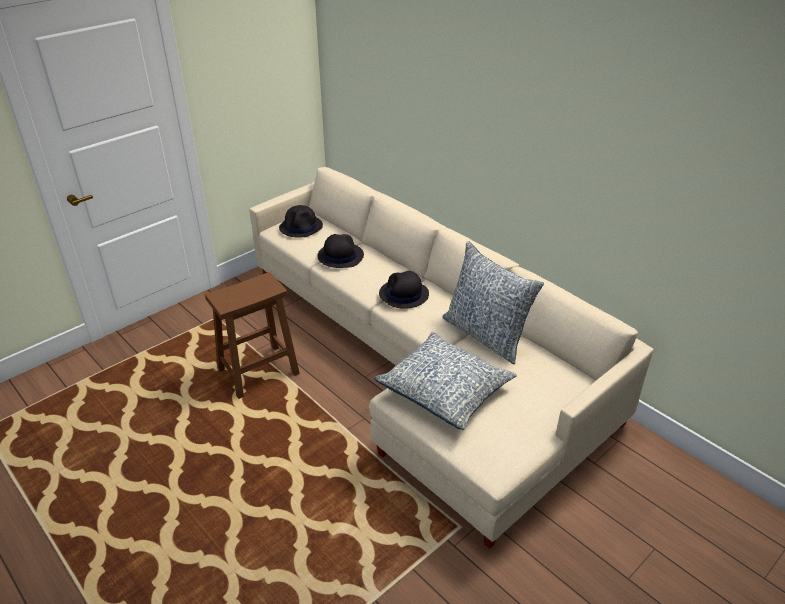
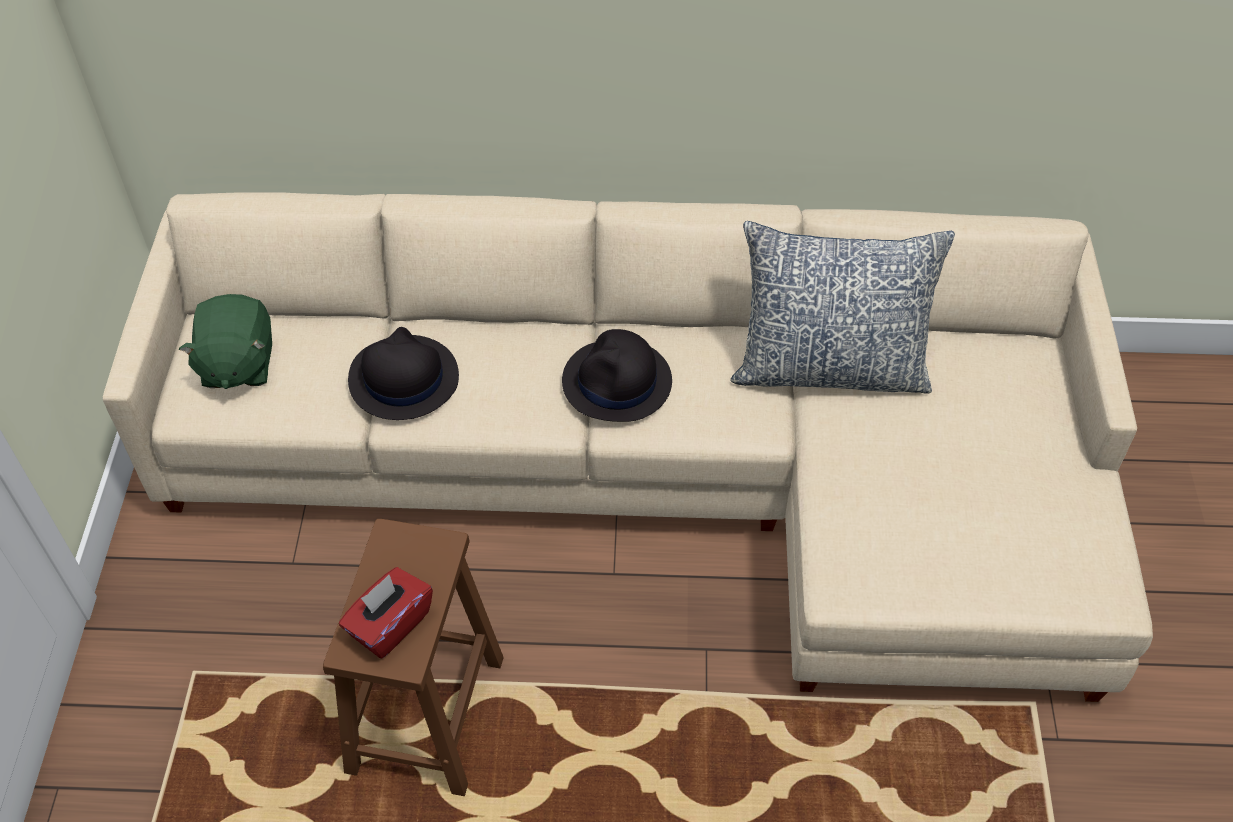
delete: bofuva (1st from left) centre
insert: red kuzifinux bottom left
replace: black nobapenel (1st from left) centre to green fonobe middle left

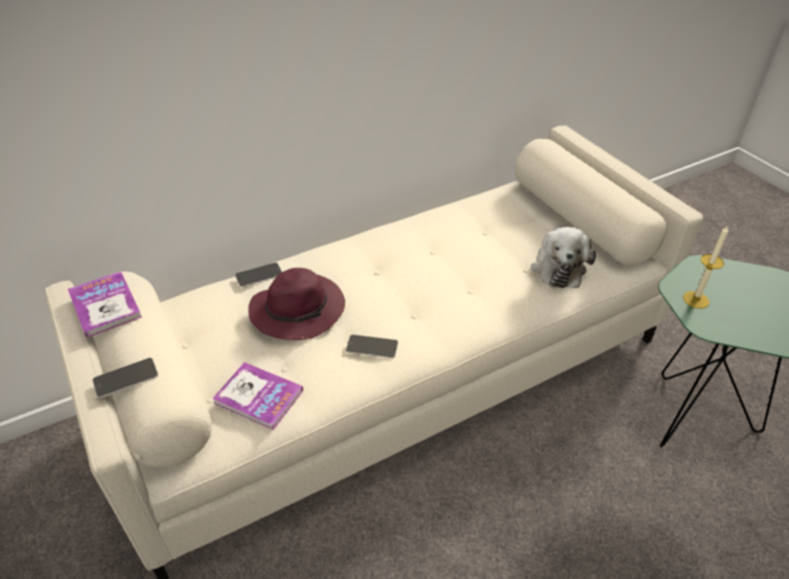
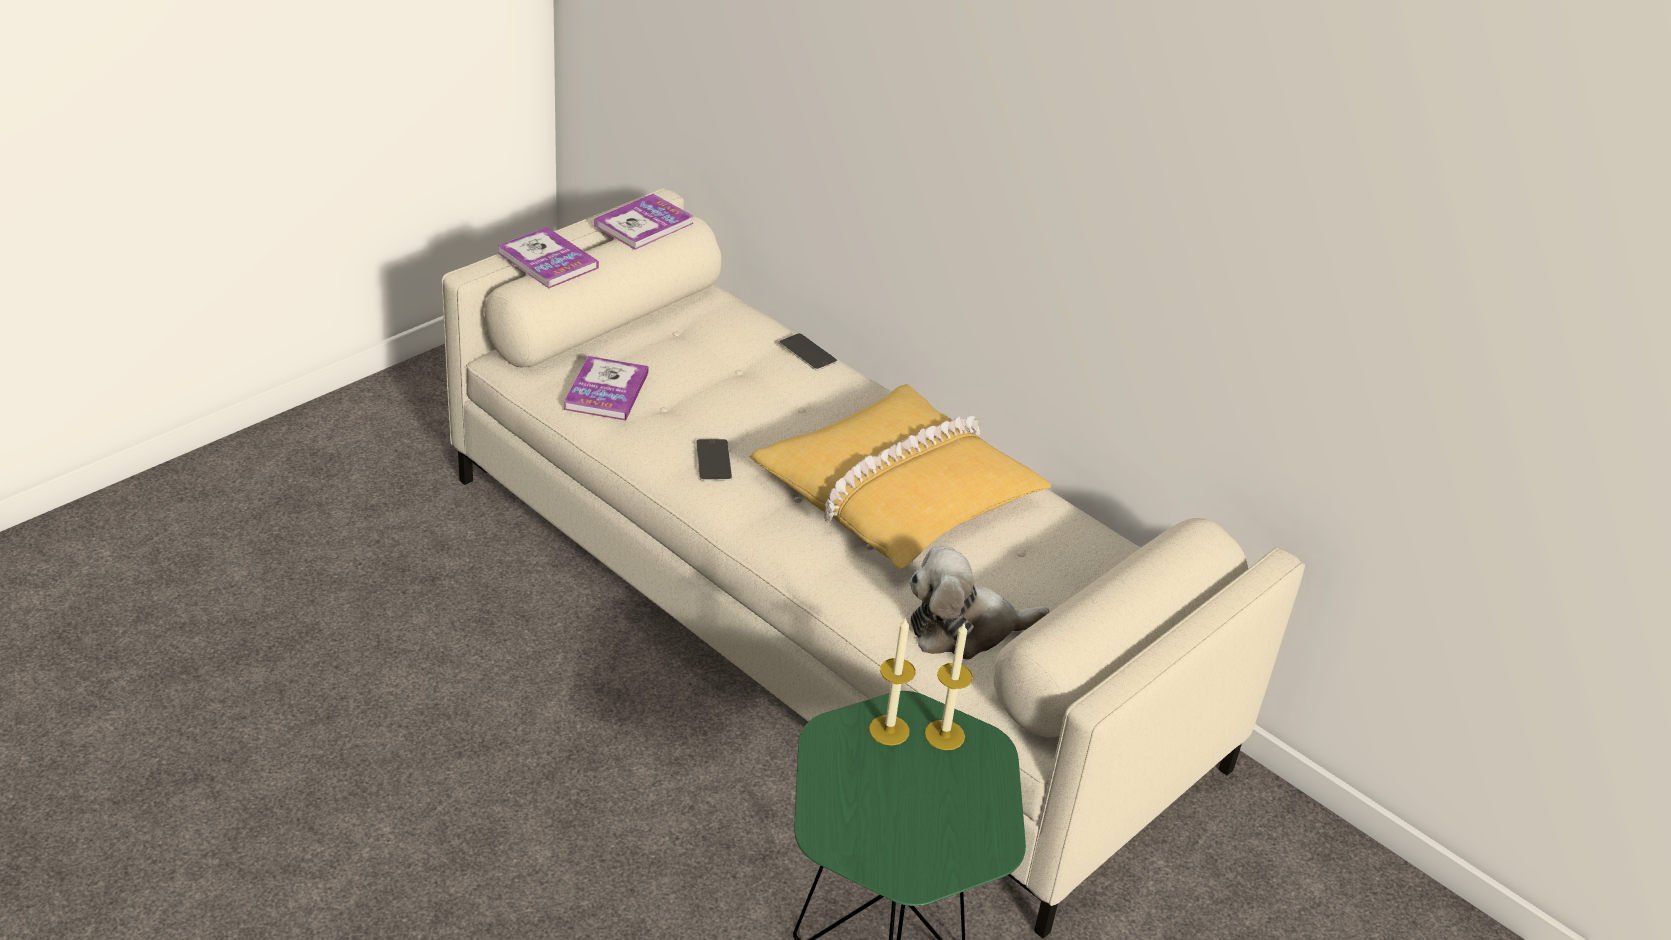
delete: purple nobapenel centre
insert: yellow bofuva centre; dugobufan (2nd from left) bottom centre
replace: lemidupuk (1st from left) middle left to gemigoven (1st from left) top left

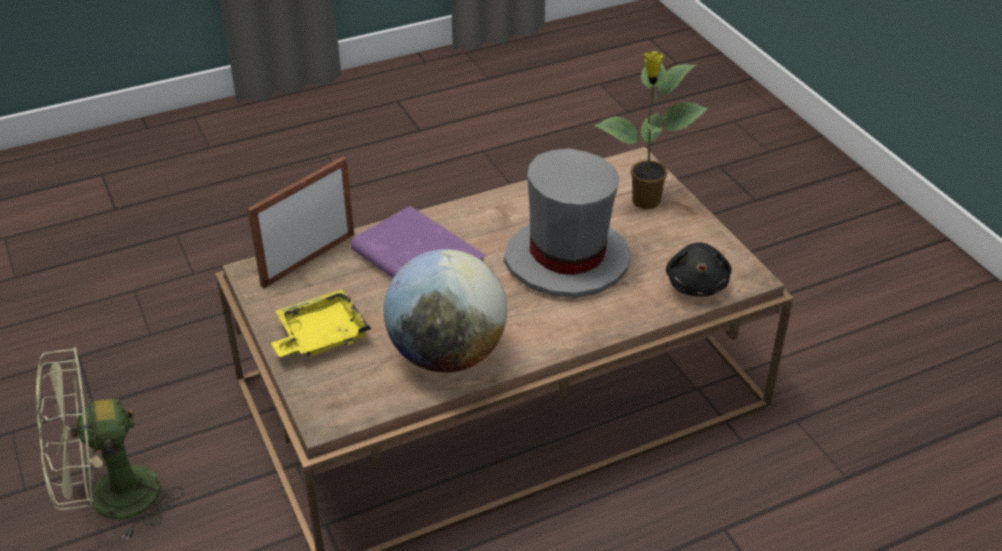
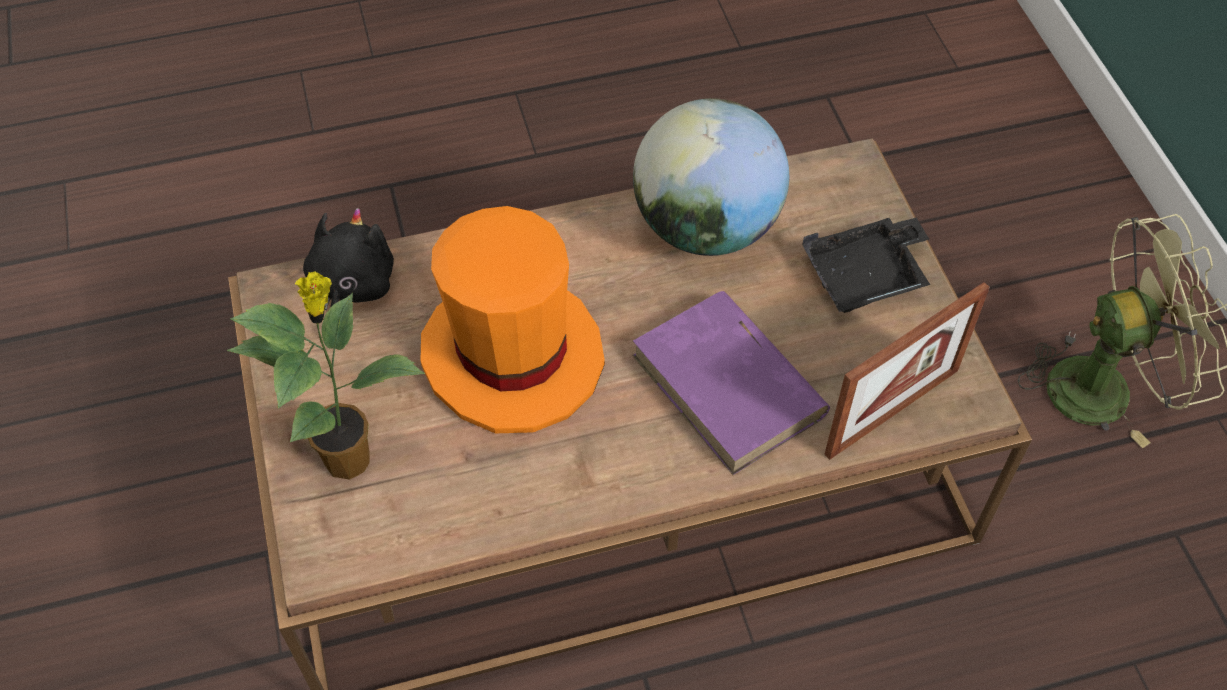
recolor: grey nobapenel centre to orange nobapenel centre; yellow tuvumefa middle left to black tuvumefa middle right

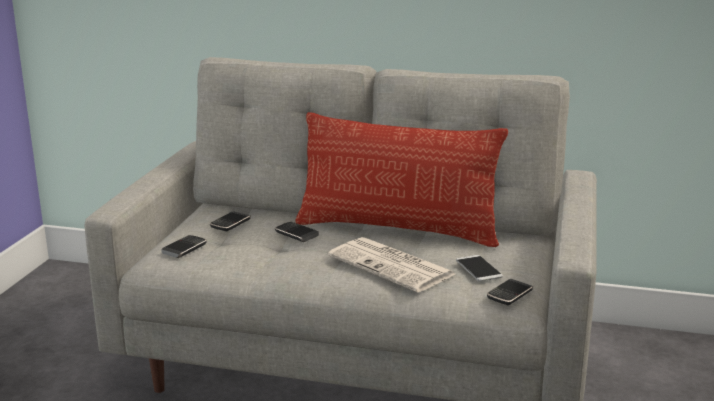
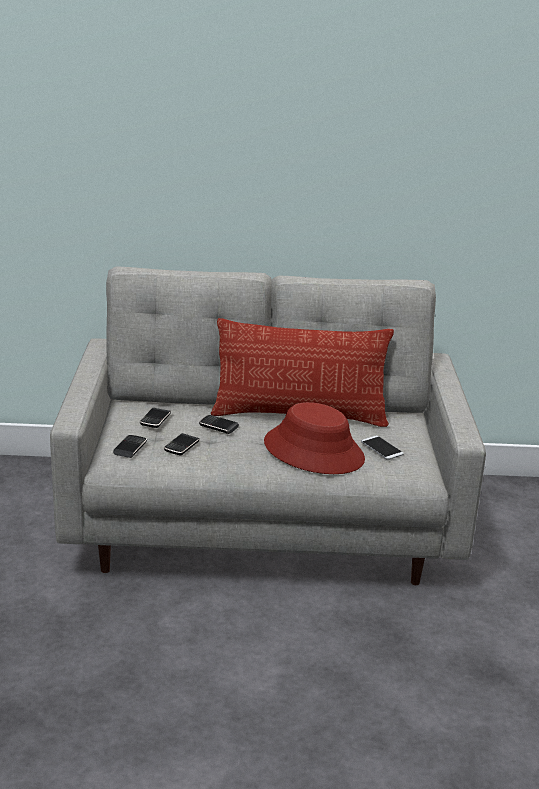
move: lemidupuk (5th from left in the first image) bottom right to lemidupuk (3rd from left) centre
replace: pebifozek centre to red nobapenel centre

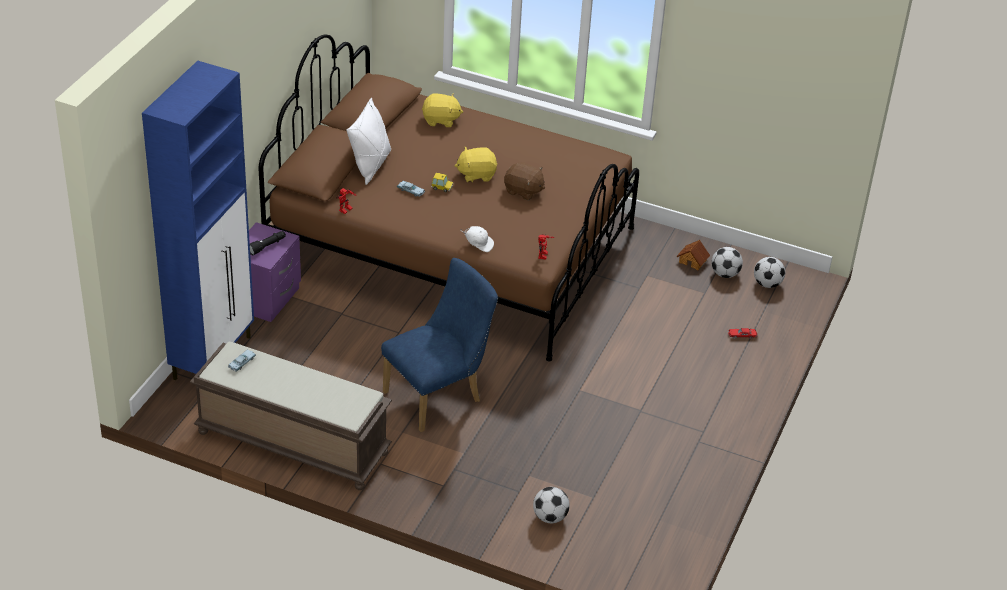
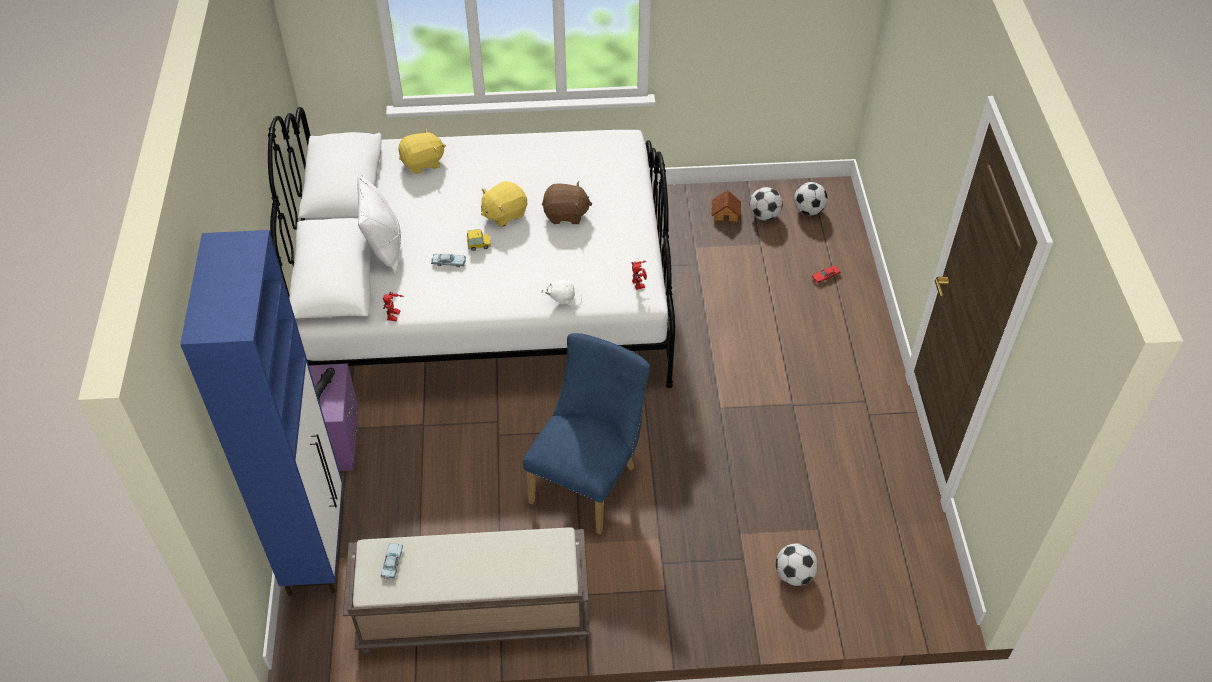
recolor: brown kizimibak centre to white kizimibak centre

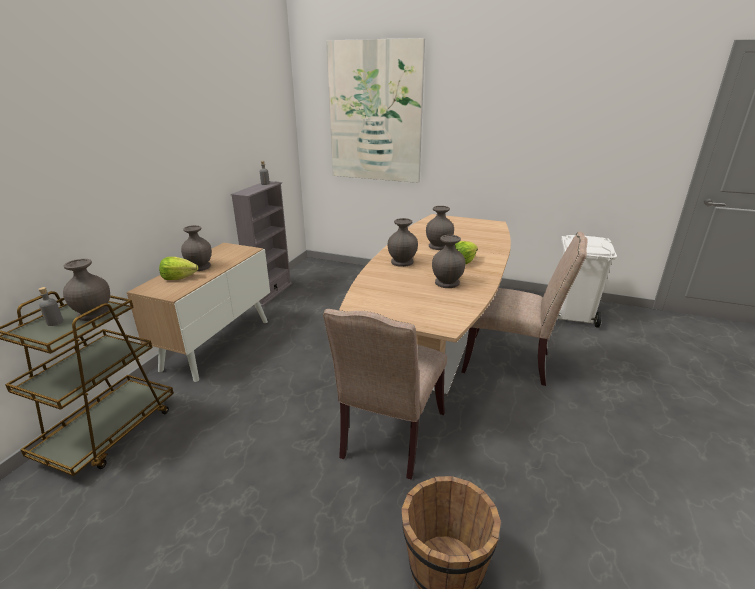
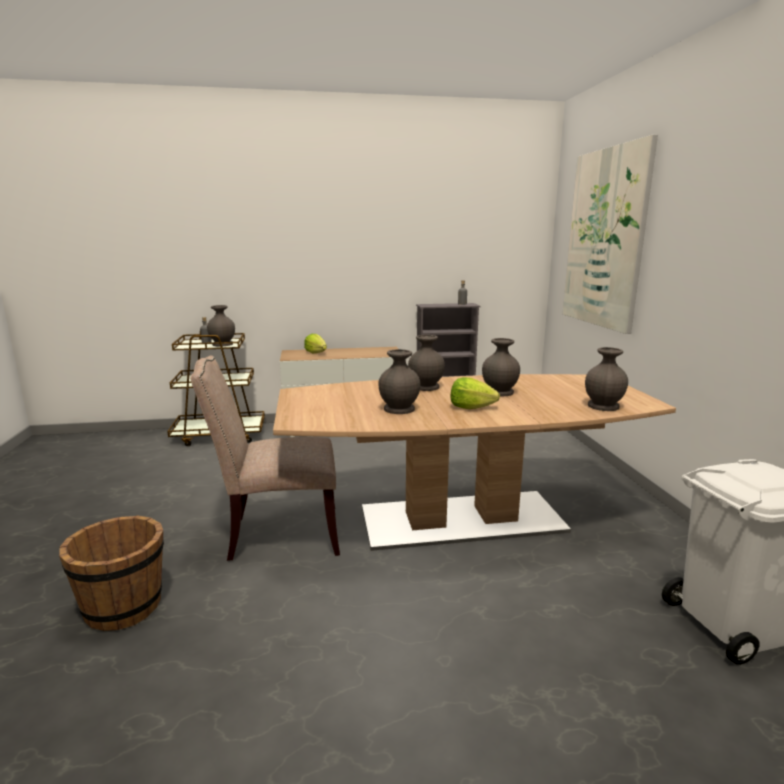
delete: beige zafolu (2nd from left) middle right
move: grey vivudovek (2nd from left in the first image) middle left to grey vivudovek (5th from left) middle right

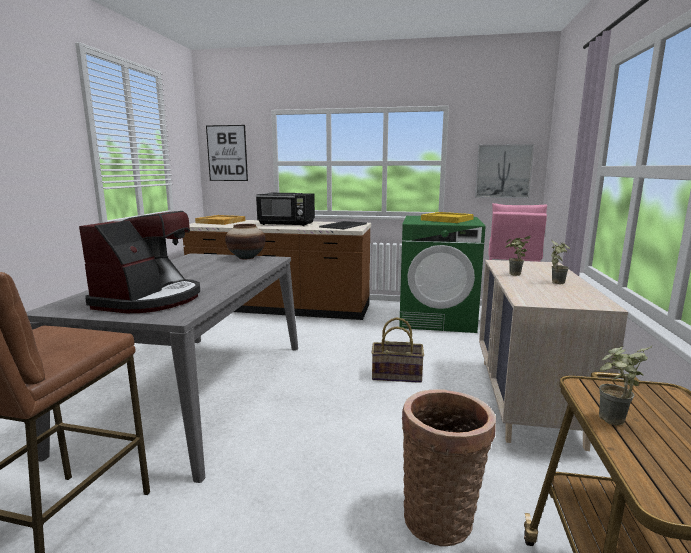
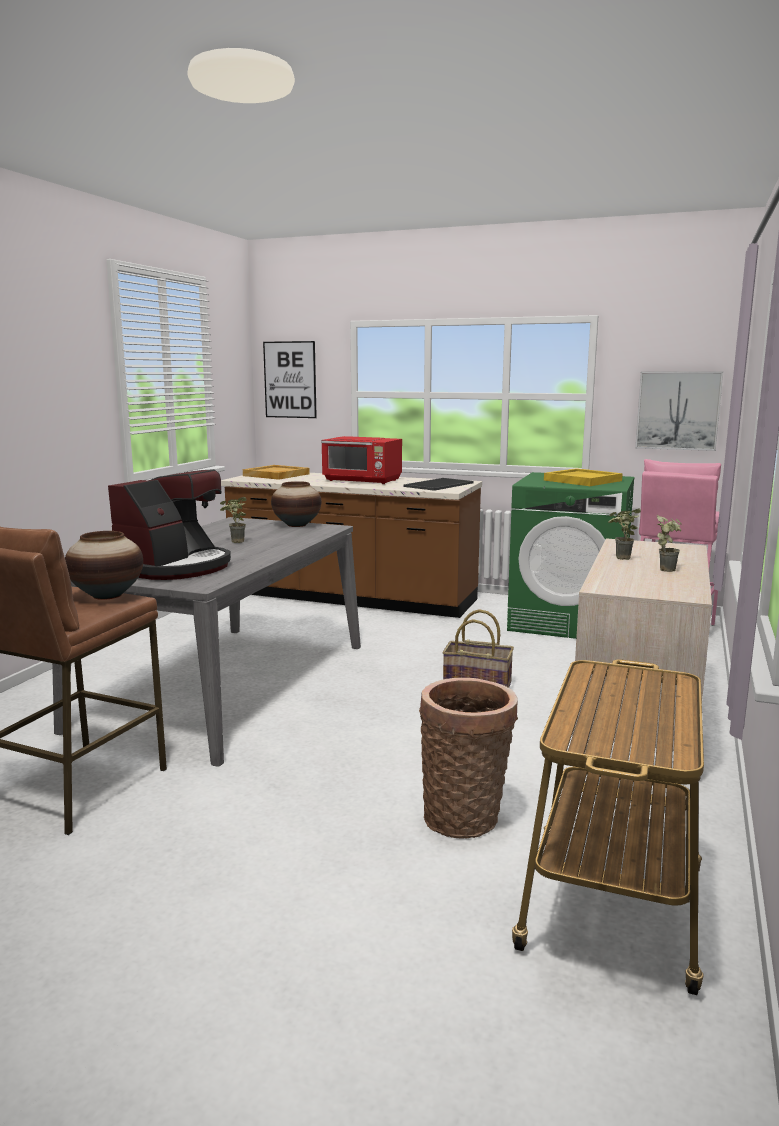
insert: vivudovek (1st from left) middle left
move: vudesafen (3rd from left in the first image) bottom right to vudesafen (1st from left) middle left
recolor: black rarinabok centre to red rarinabok centre

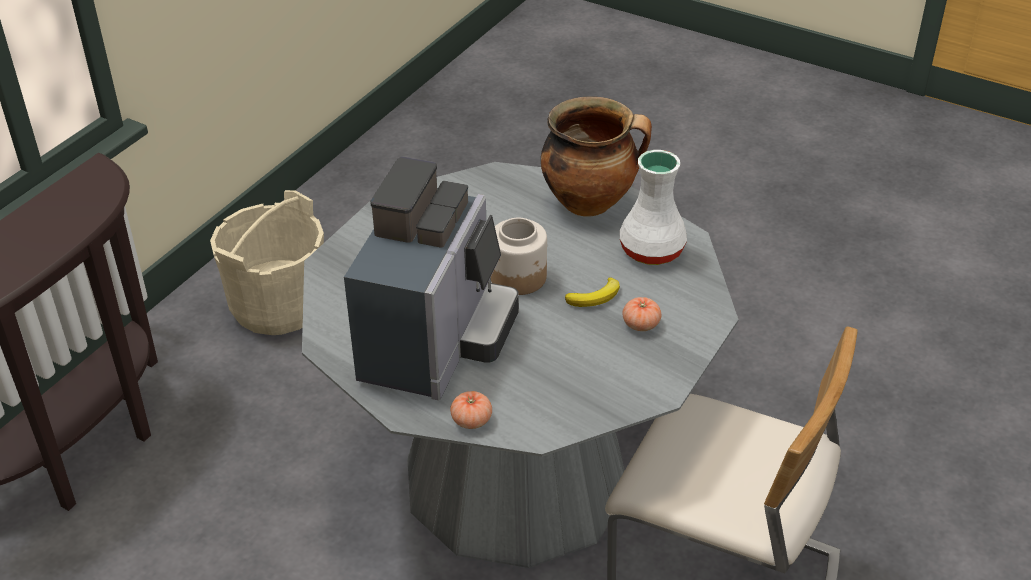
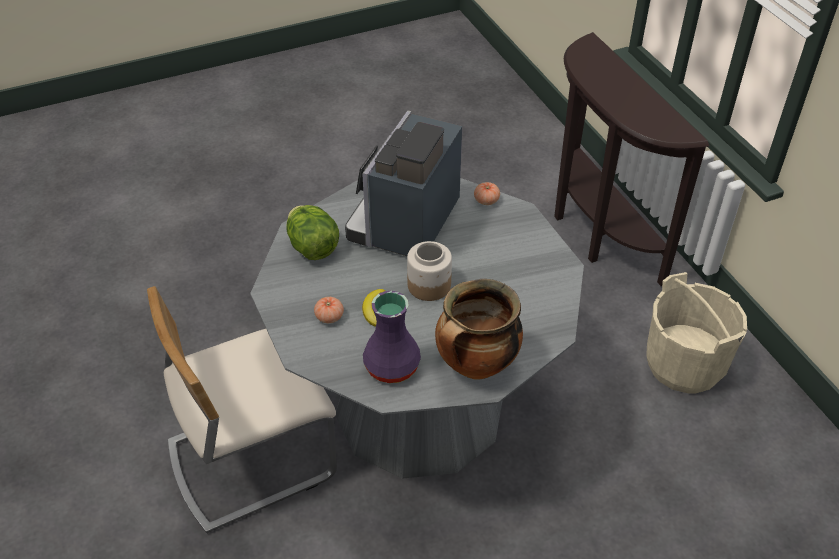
insert: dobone centre
move: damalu (1st from left in the first image) bottom centre to damalu (2nd from left) centre
recolor: white vivudovek centre to purple vivudovek centre
rotate: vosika centre = top centre 60 degrees clockwise

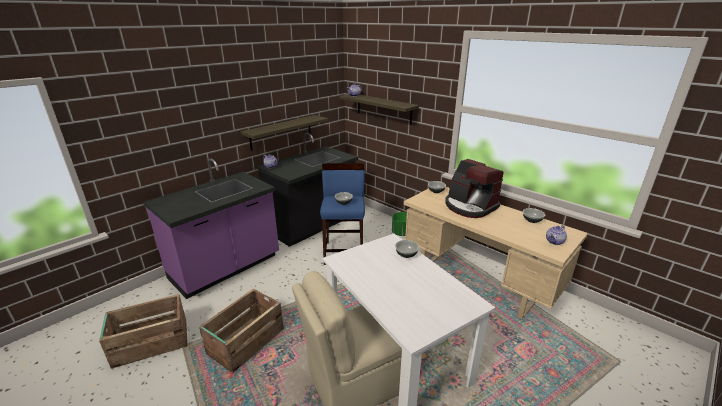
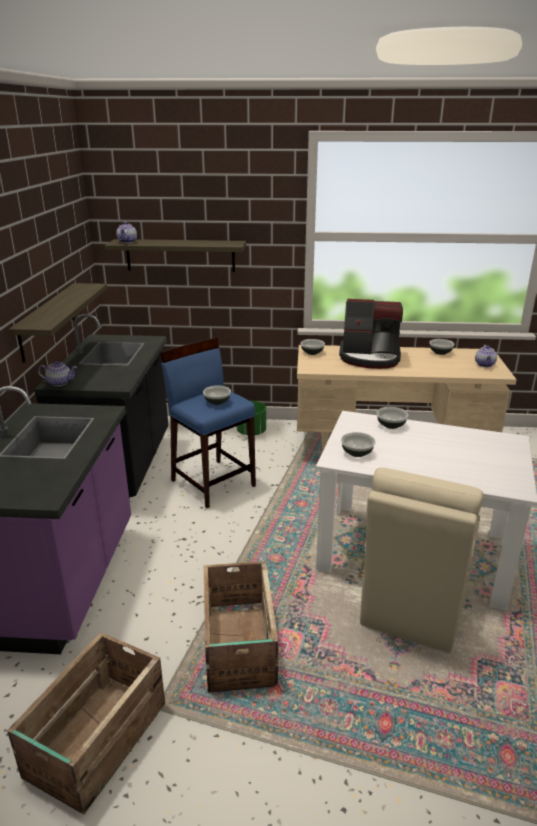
insert: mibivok (3rd from left) middle right

